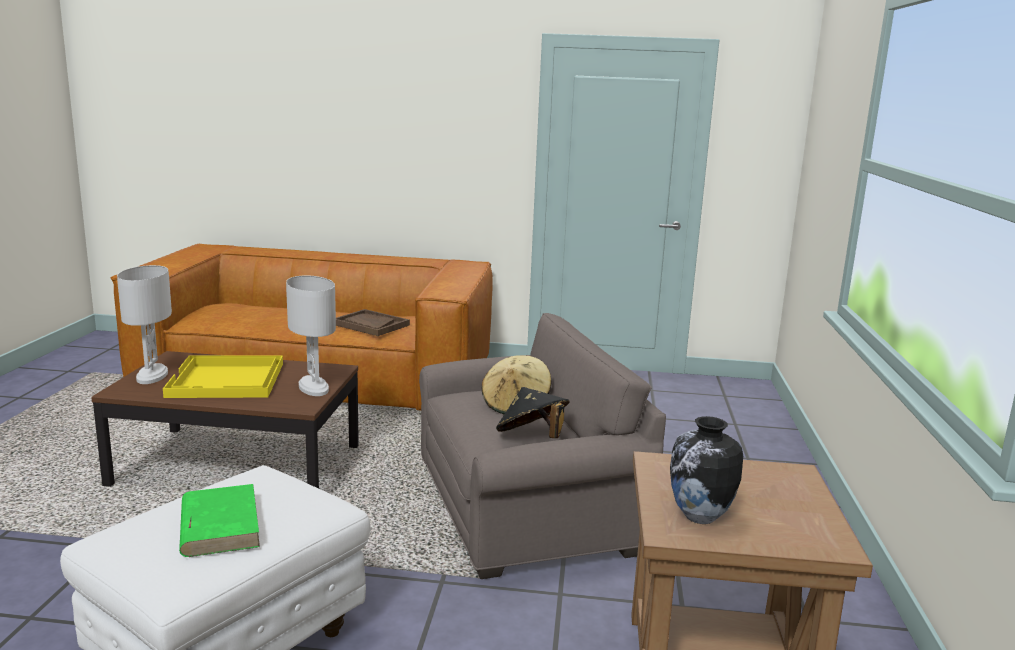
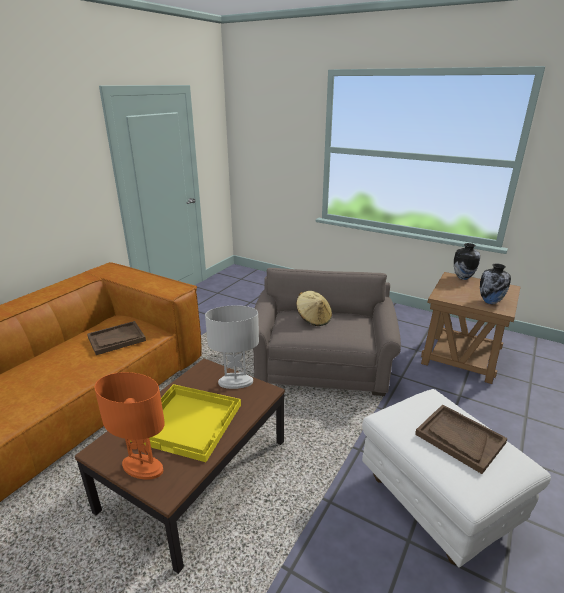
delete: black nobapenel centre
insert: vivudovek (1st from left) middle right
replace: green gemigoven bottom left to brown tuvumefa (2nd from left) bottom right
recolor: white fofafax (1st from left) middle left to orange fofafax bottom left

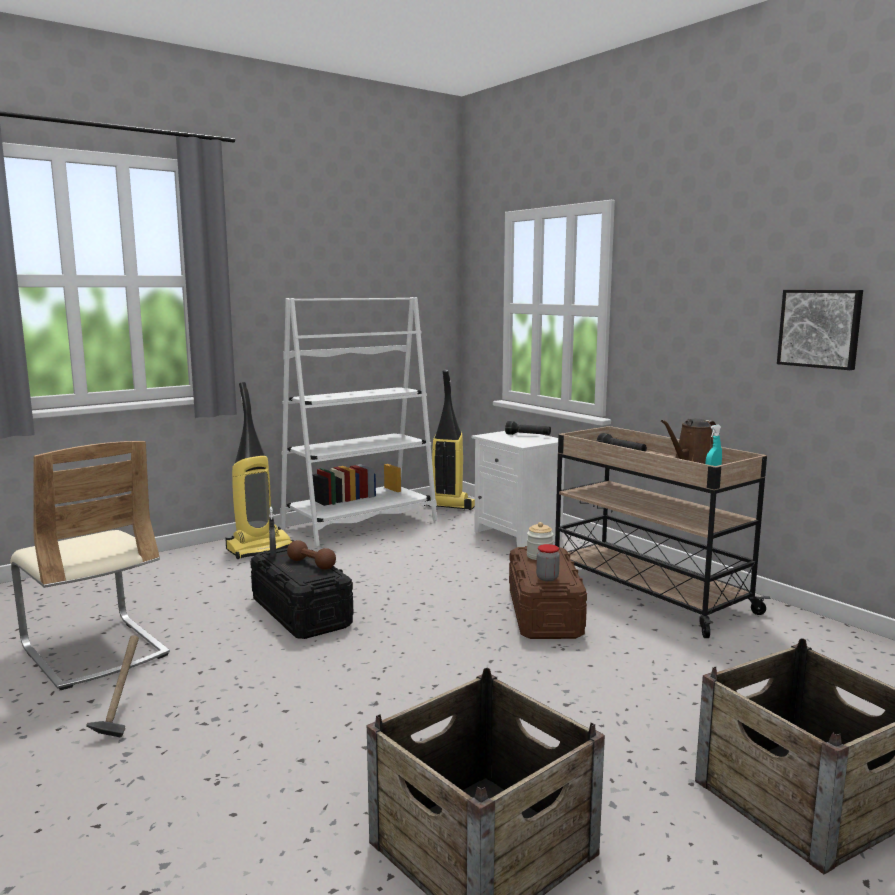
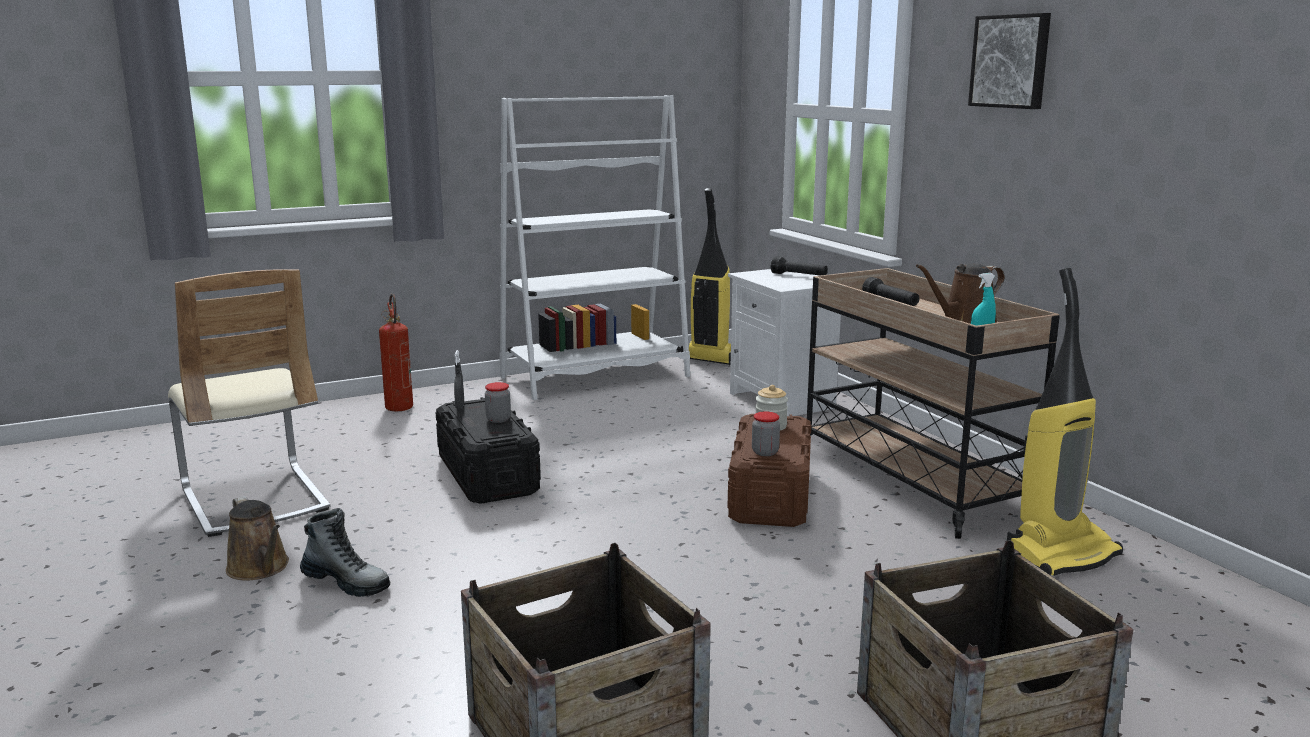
insert: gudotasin bottom left; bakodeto middle left
move: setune middle right to top right; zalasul (1st from left in the first image) middle left to zalasul (2nd from left) middle right
replace: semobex bottom left to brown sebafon (1st from left) bottom left; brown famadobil centre to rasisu (1st from left) centre

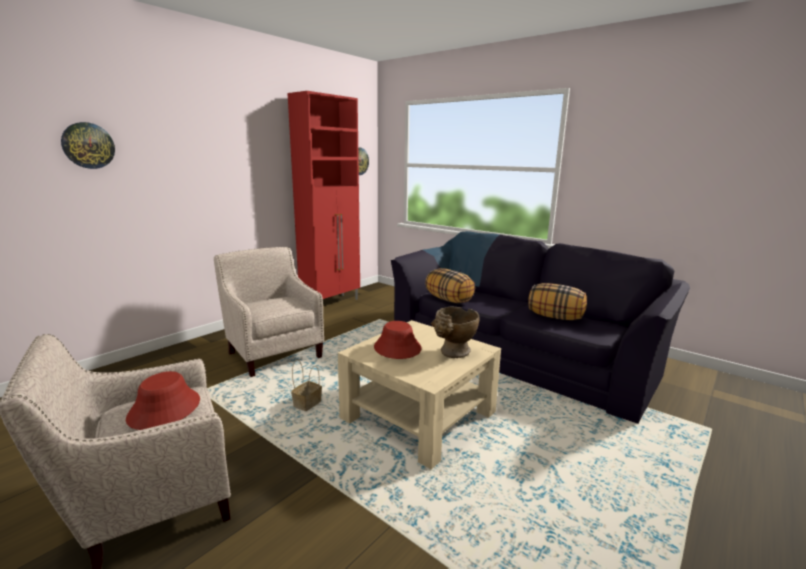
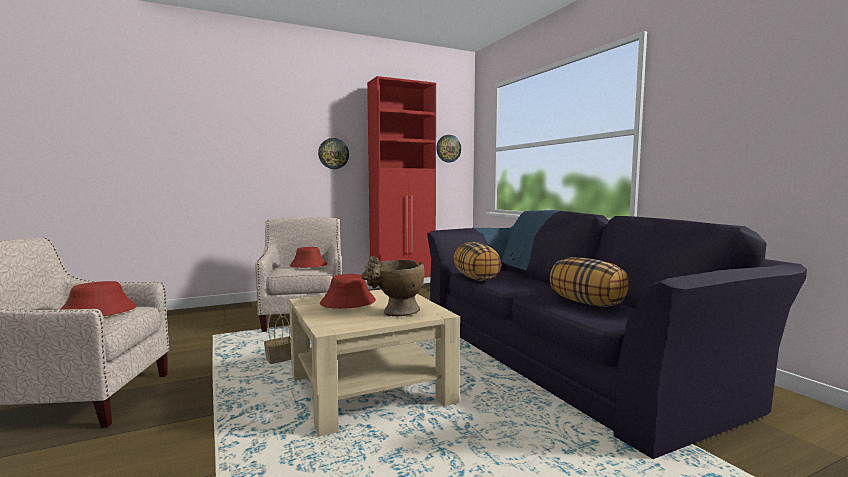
insert: red nobapenel (2nd from left) centre
move: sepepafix (1st from left) top left to top centre

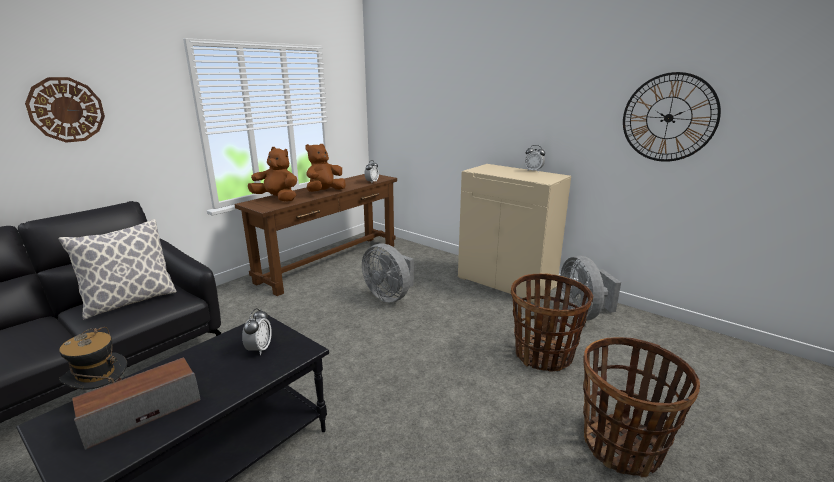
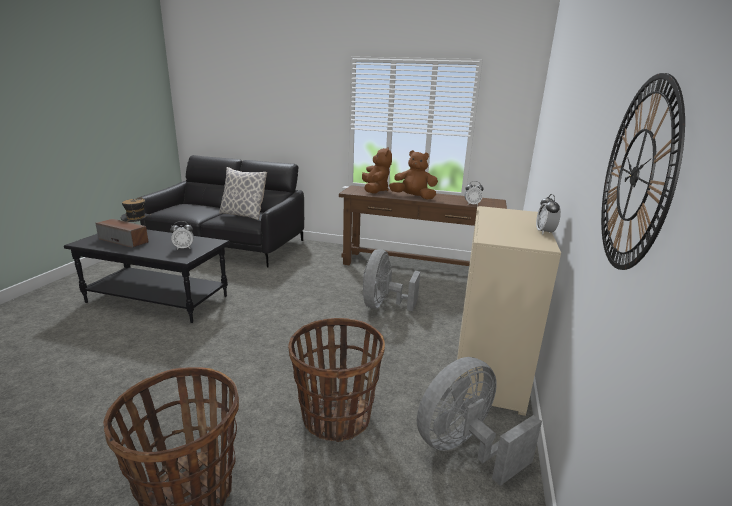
delete: sepepafix (1st from left) top left

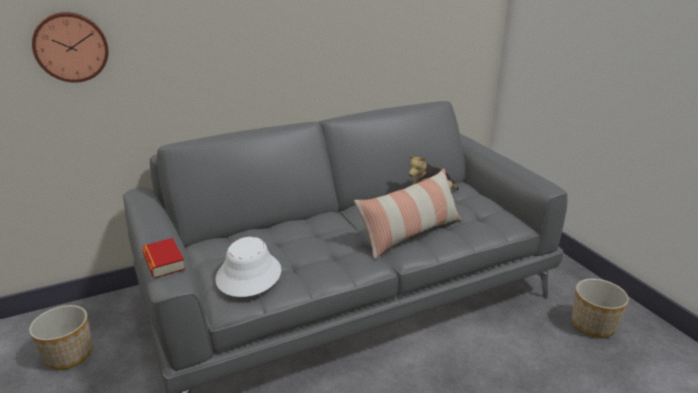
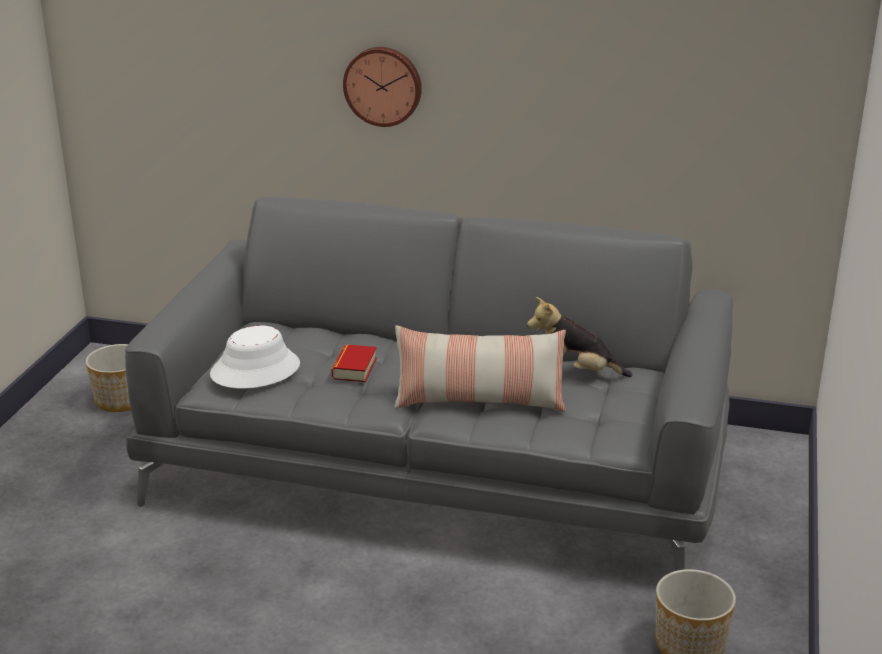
move: gemigoven middle left to centre; sepepafix top left to top centre

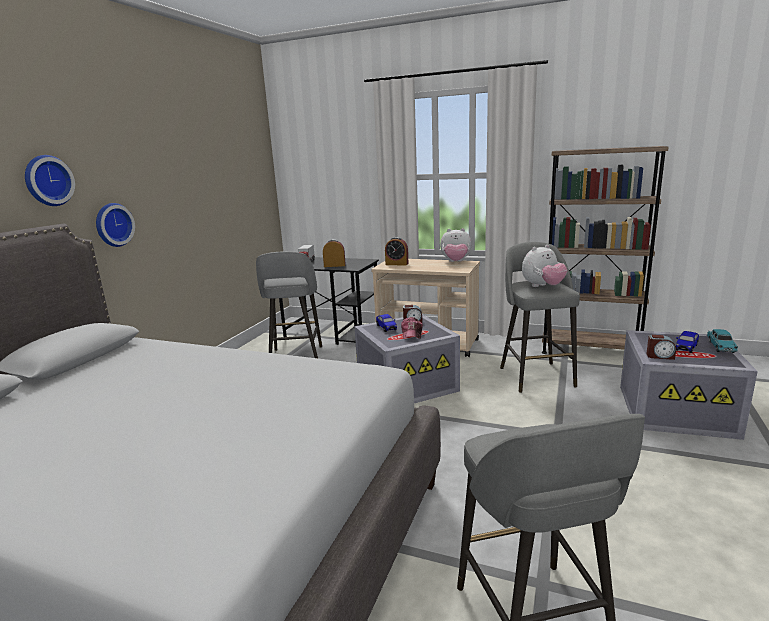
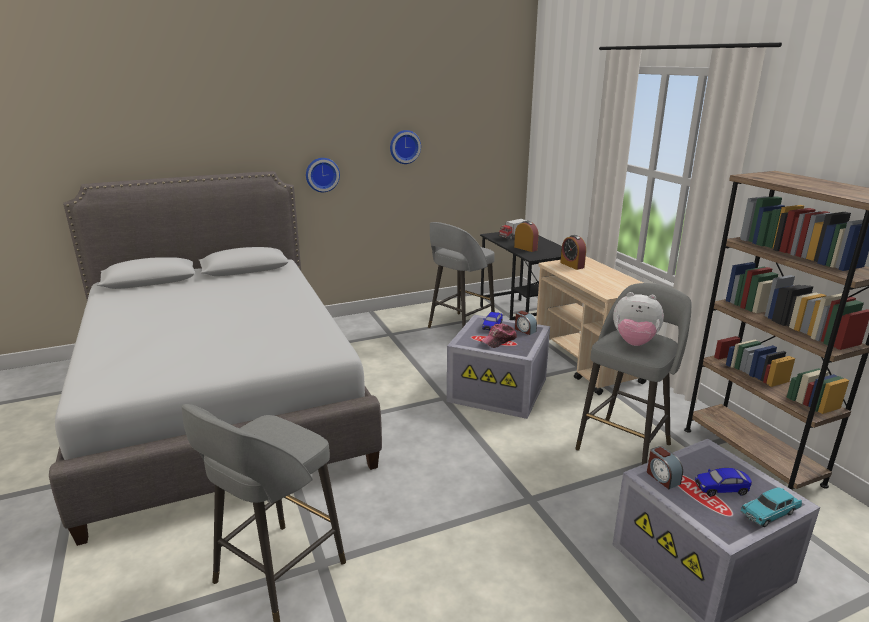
delete: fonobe (1st from left) centre
move: sepepafix (1st from left in the first image) top left to sepepafix (2nd from left) top centre

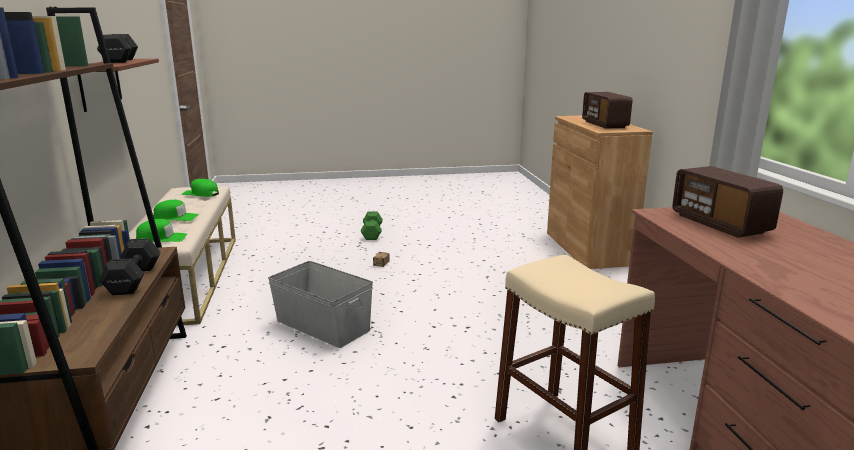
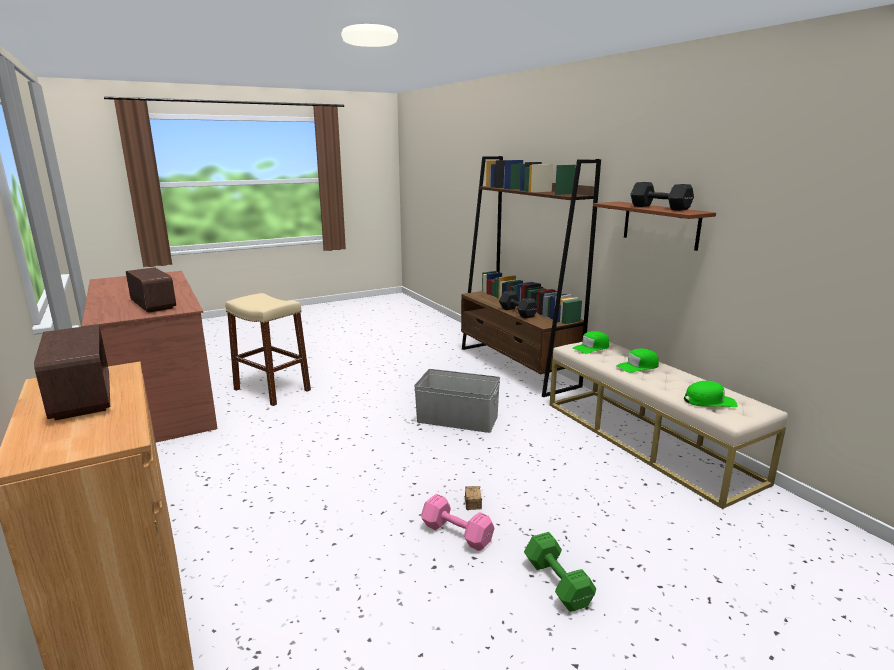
insert: pink famadobil bottom centre

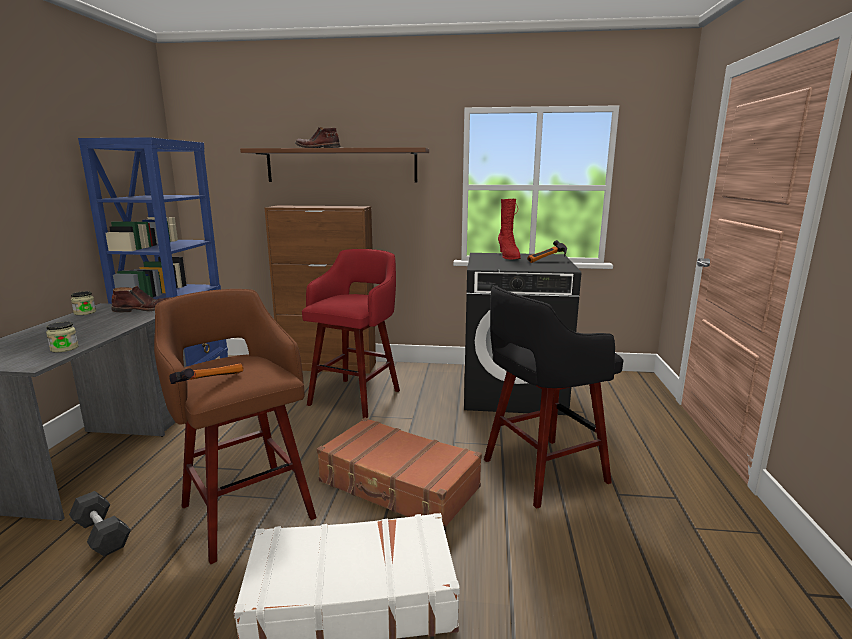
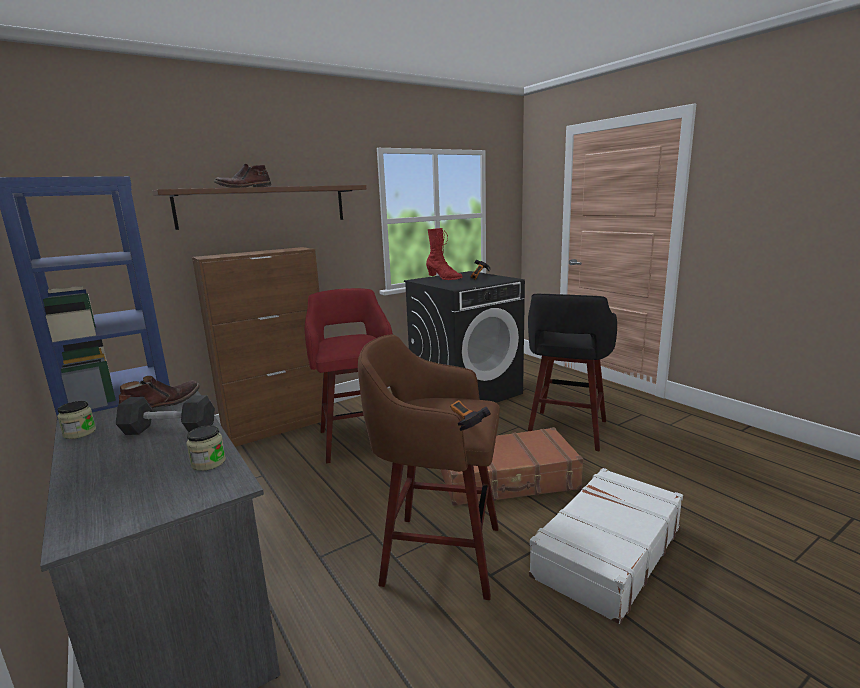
move: black famadobil bottom left to middle left

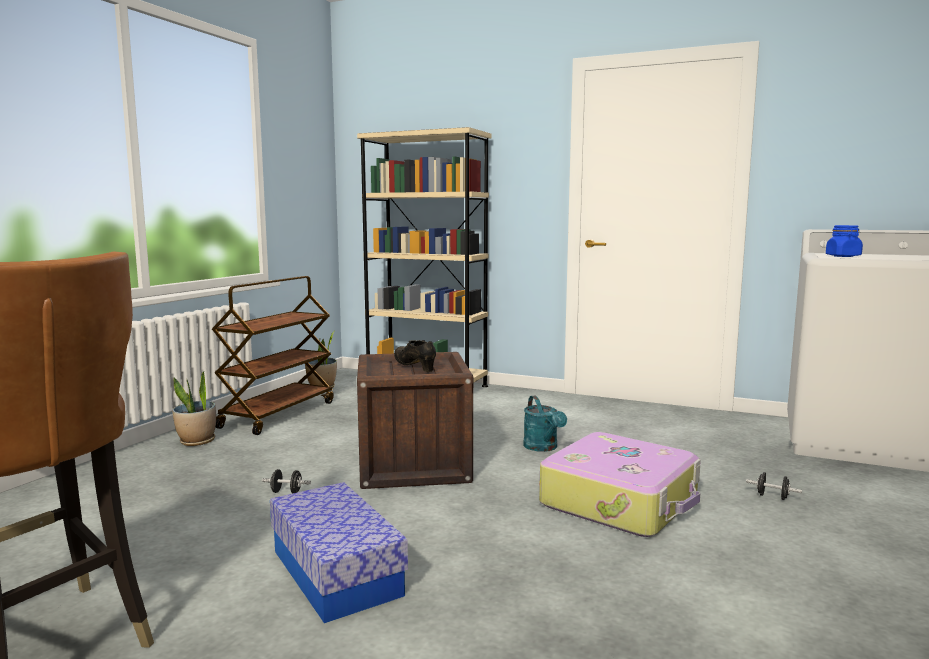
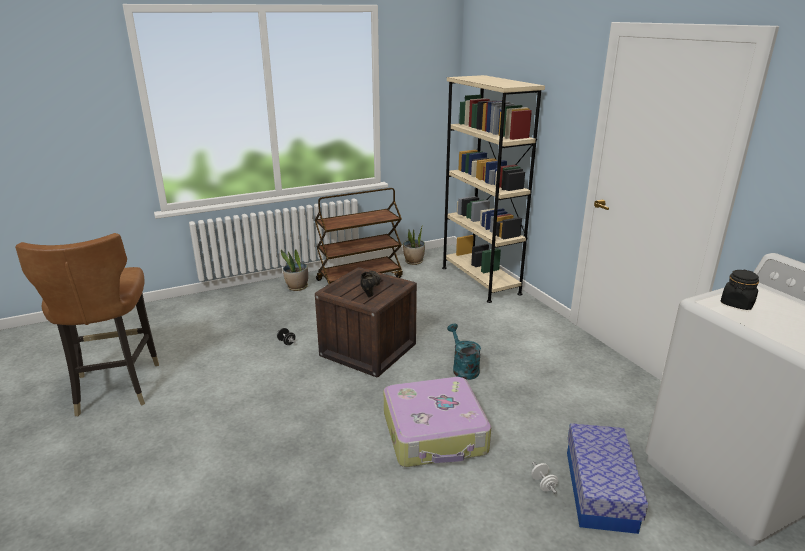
move: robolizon bottom centre to bottom right
recolor: black famadobil (2nd from left) bottom right to white famadobil bottom right; blue rasisu middle right to black rasisu middle right
rotate: turquoise sebafon centre = centre 135 degrees clockwise

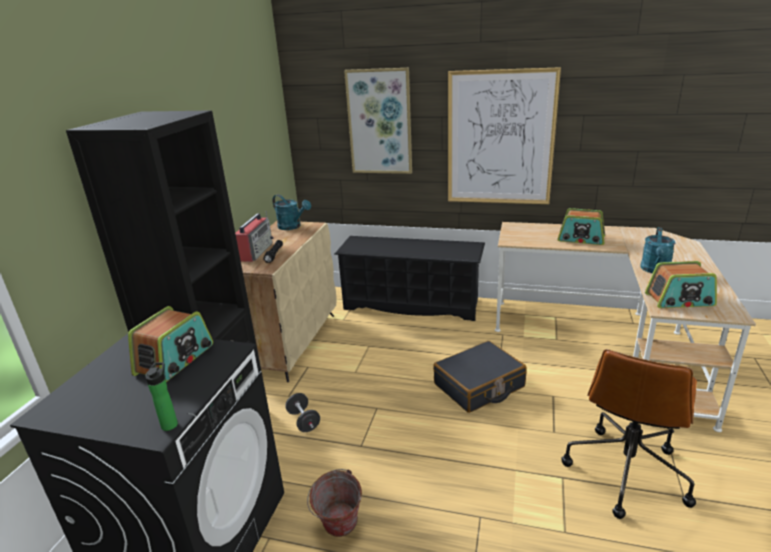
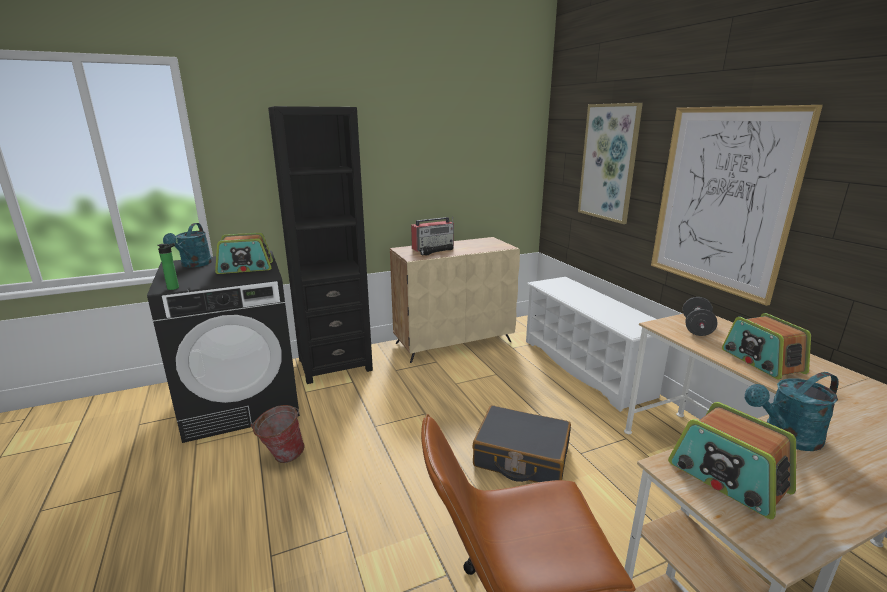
move: turquoise sebafon (1st from left) centre to middle left; black famadobil bottom centre to middle right
recolor: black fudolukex centre to white fudolukex middle right

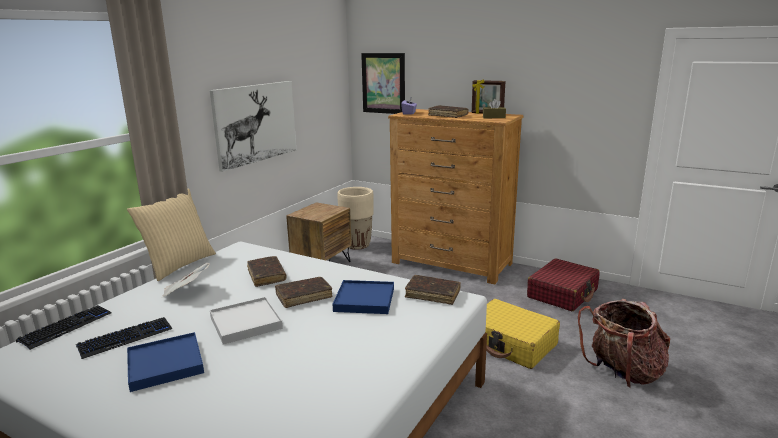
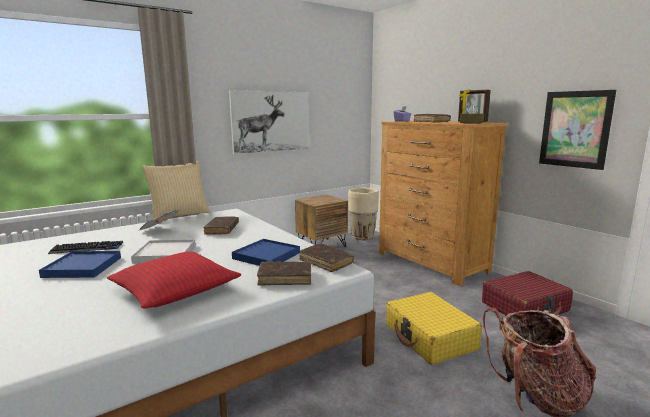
delete: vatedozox (1st from left) bottom left
insert: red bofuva bottom left
move: brown gemigoven (2nd from left) bottom centre to centre; setune (2nd from left) top centre to top right

